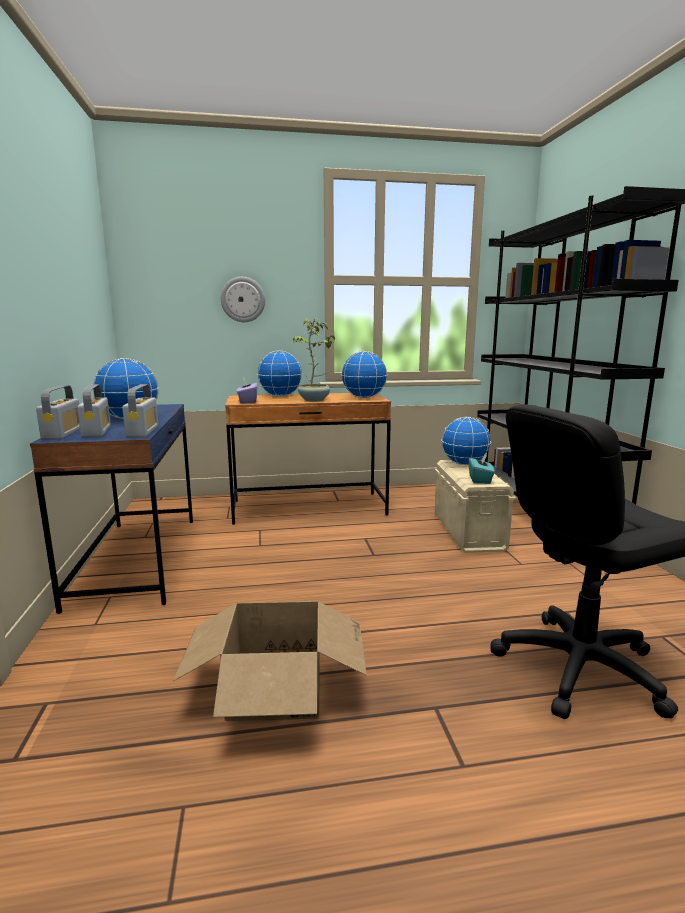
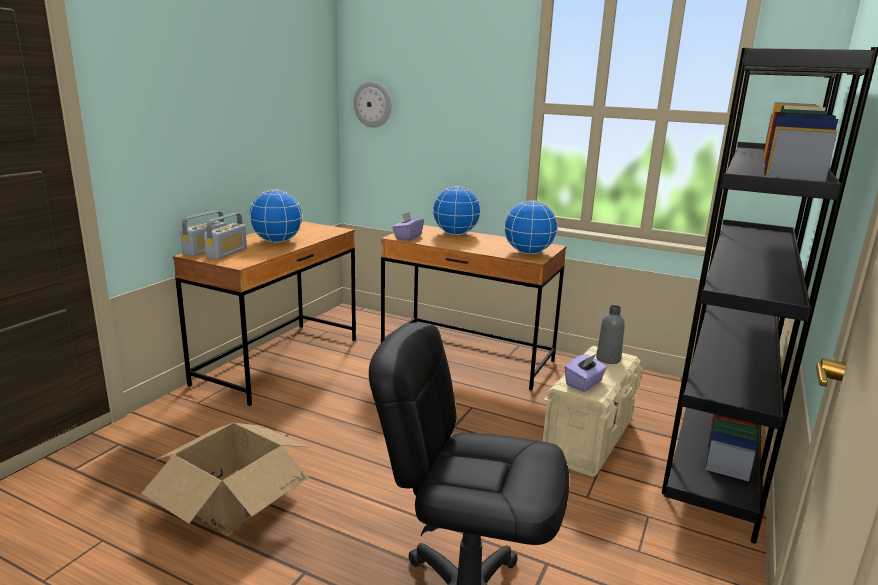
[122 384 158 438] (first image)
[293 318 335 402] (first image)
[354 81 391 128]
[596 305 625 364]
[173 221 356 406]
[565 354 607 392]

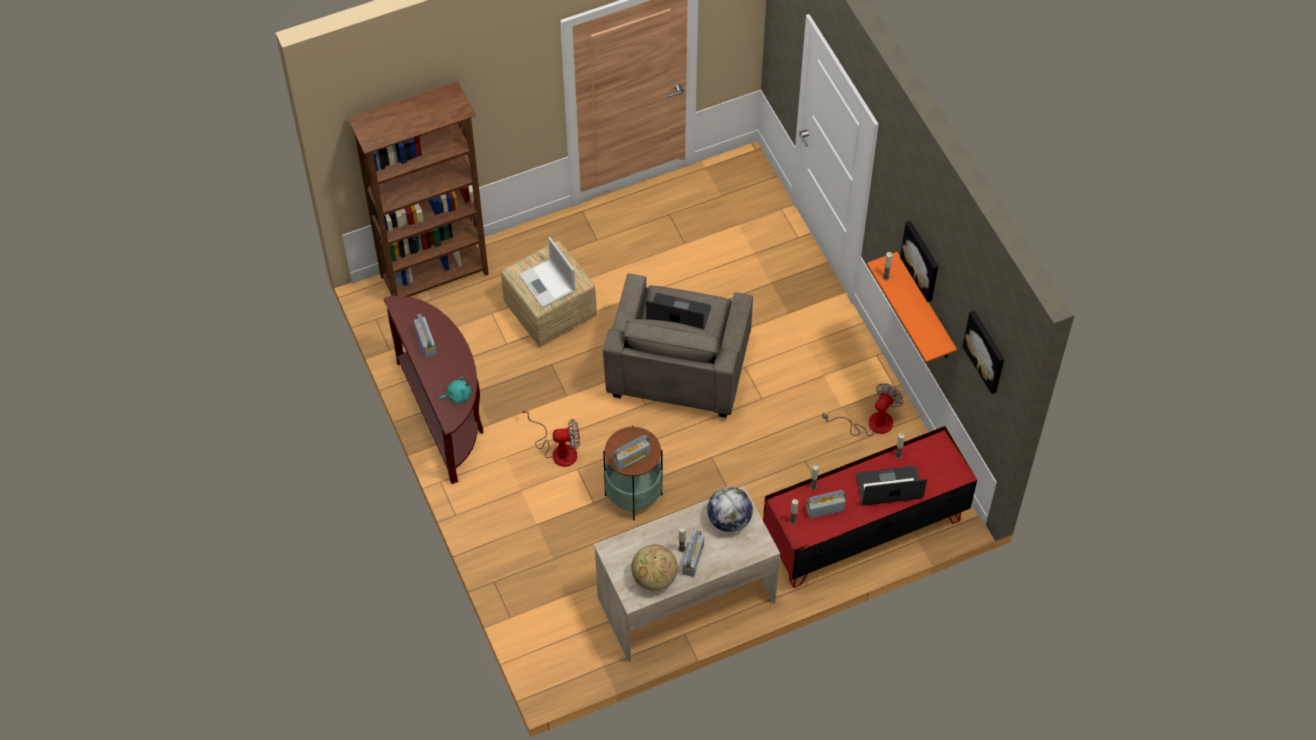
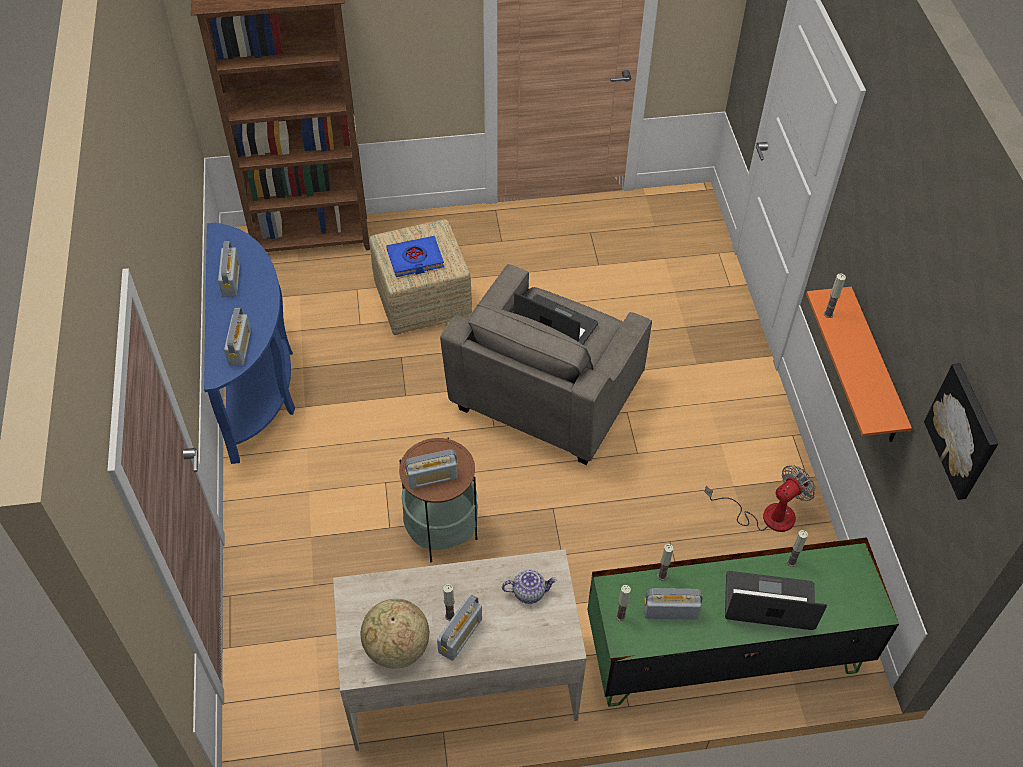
[522 406 580 467] (first image)
[900 221 938 302] (first image)
[224 308 251 366]
[386 236 444 277]
[502 570 557 604]
[204 223 295 464]
[587 537 899 707]

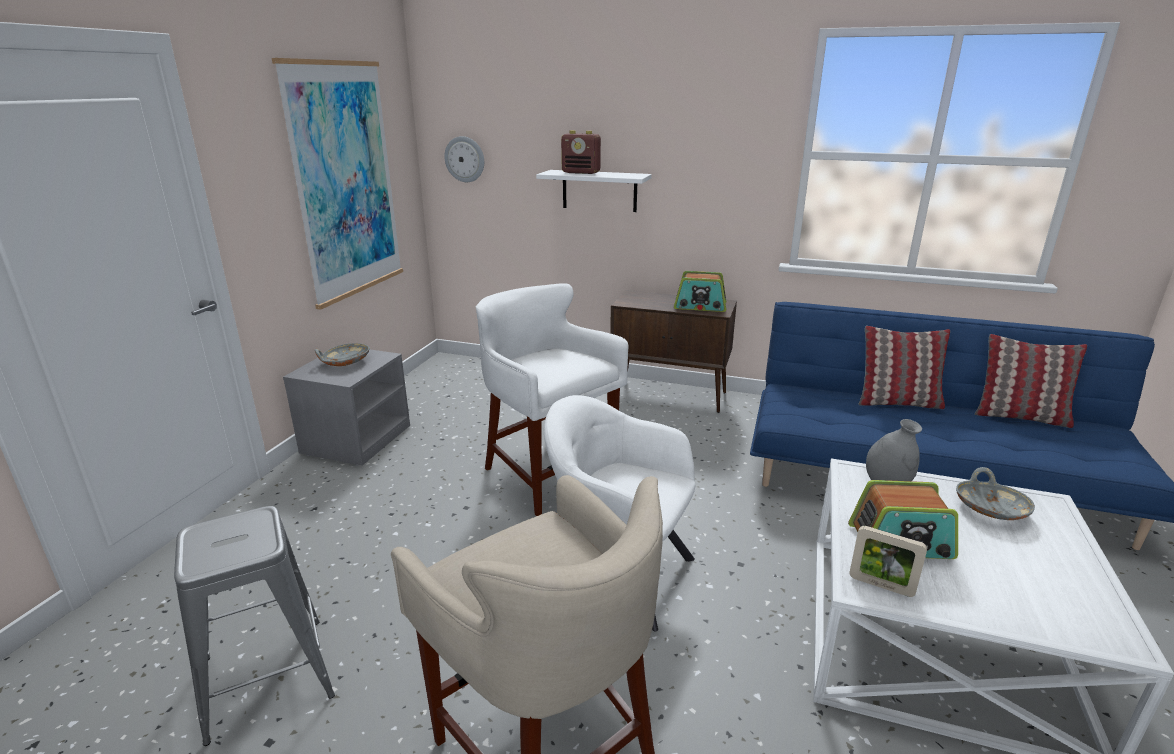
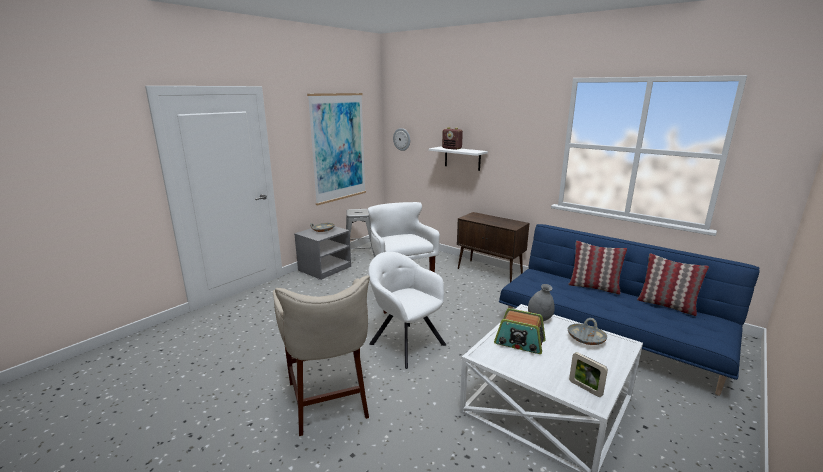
[674 271 726 312] (first image)
[346 209 376 257]
[569 352 608 397]

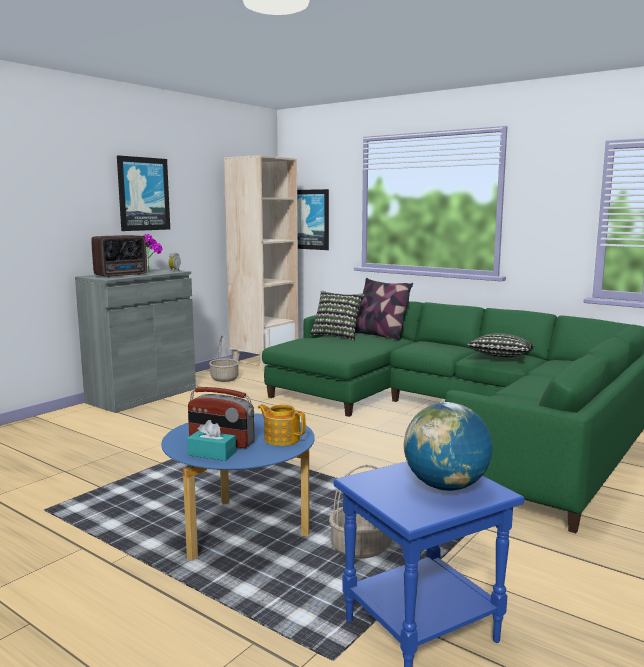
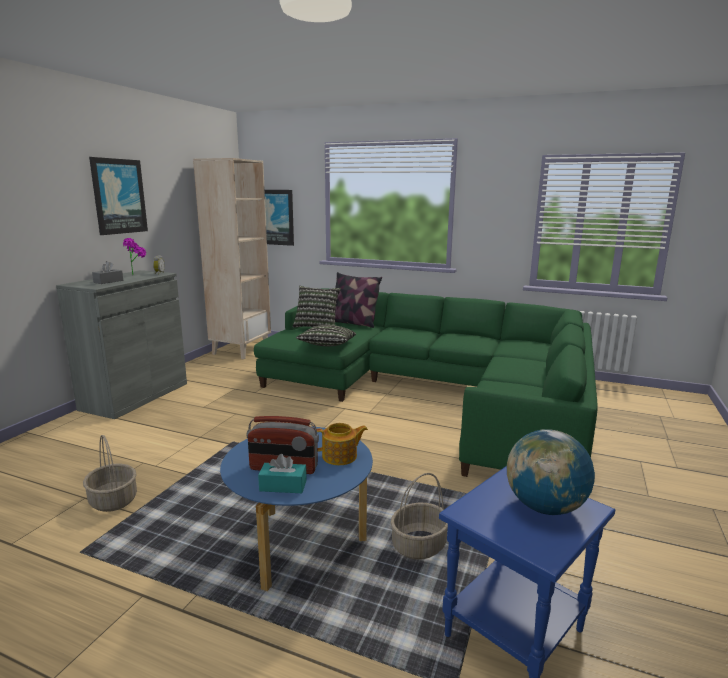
[83 435 137 512]
[296 325 356 346]
[92 261 123 284]
[317 423 368 465]

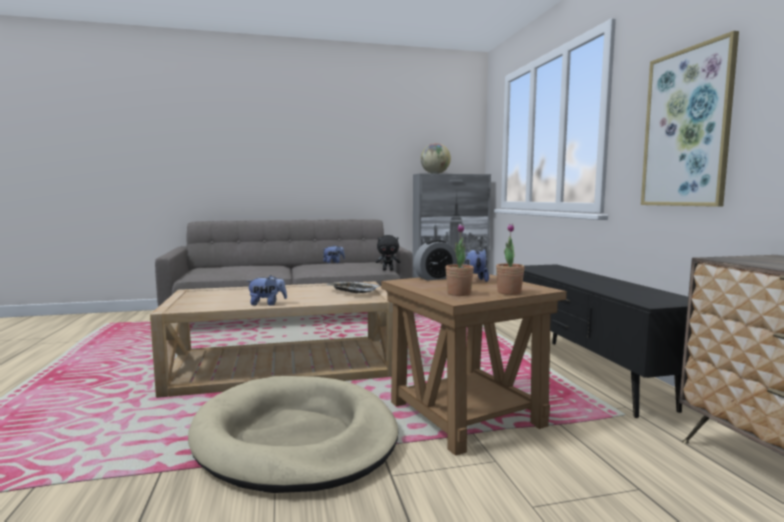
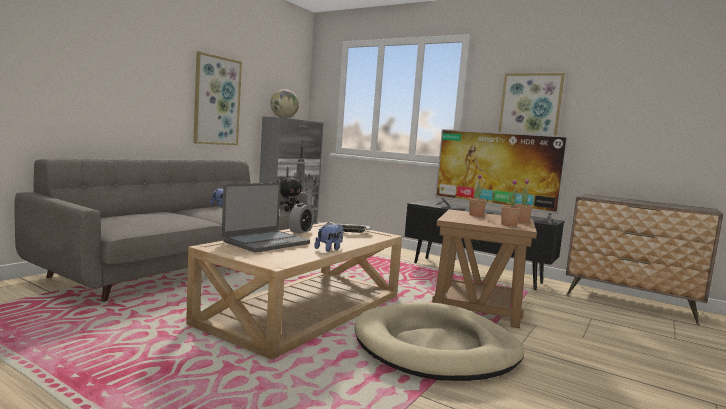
[193 51 242 145]
[222 183 310 252]
[432 129 568 224]
[289 203 314 233]
[469 174 486 217]

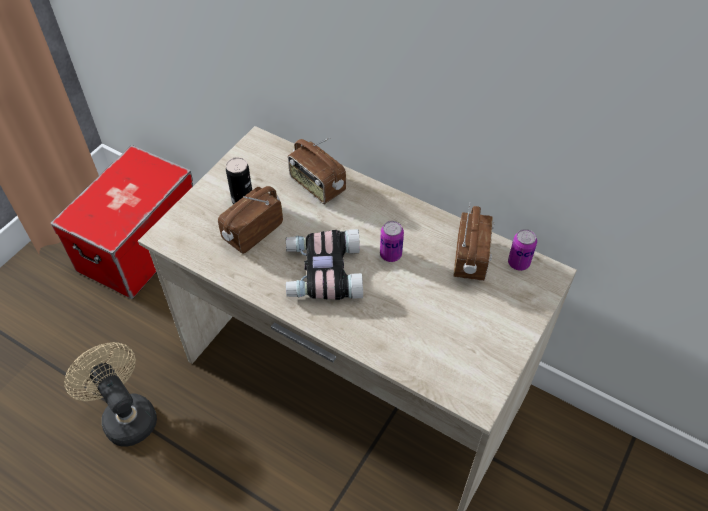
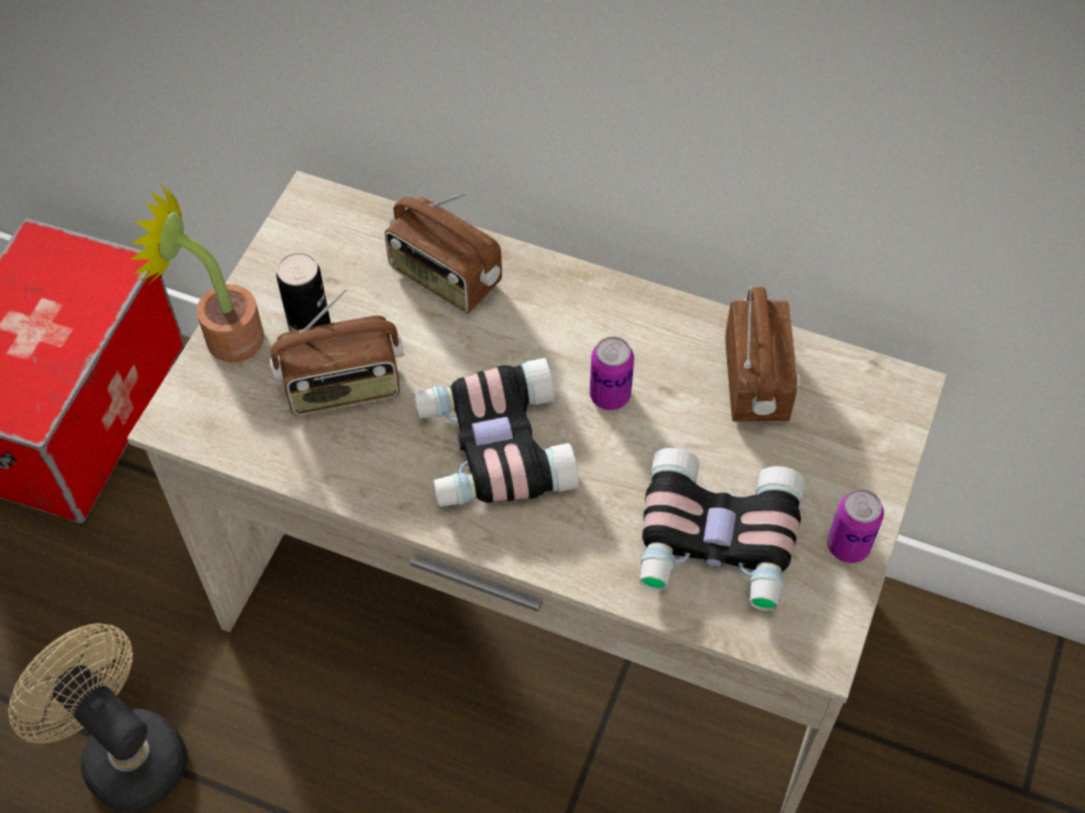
[129 183 264 362]
[640 448 805 611]
[827 489 884 563]
[270 289 404 416]

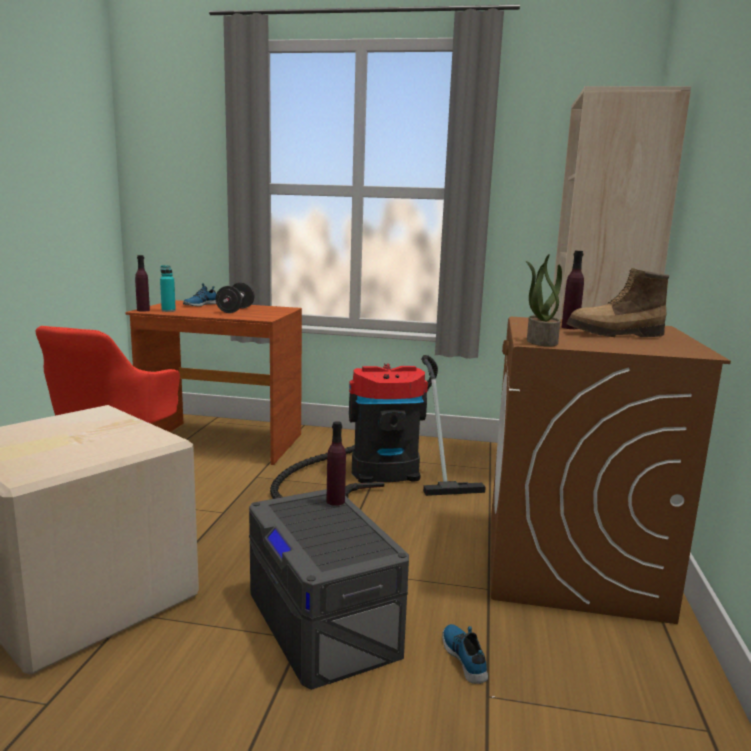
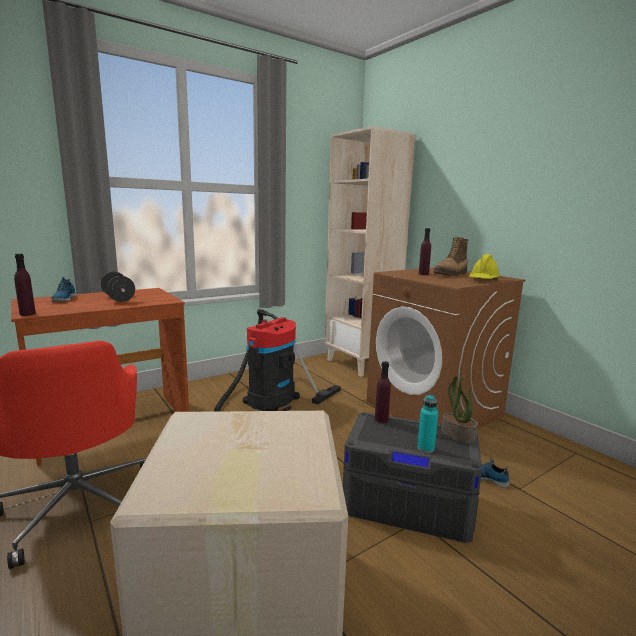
[469 254 500 280]
[417 394 438 453]
[441 375 477 444]

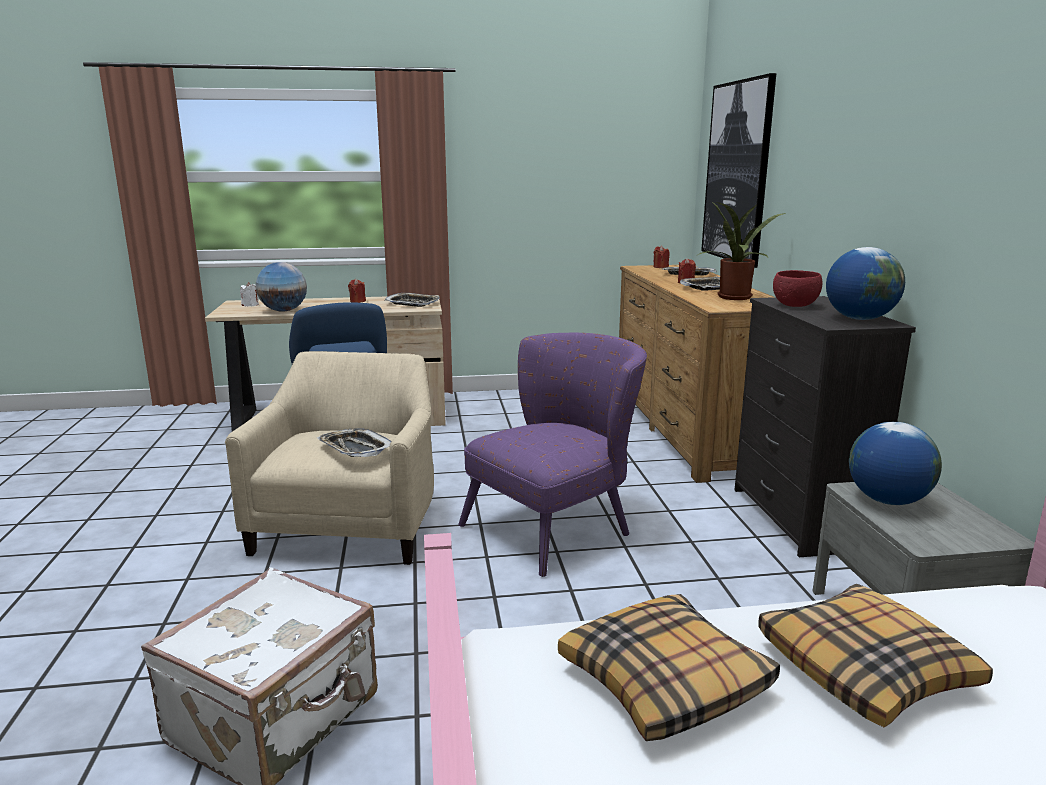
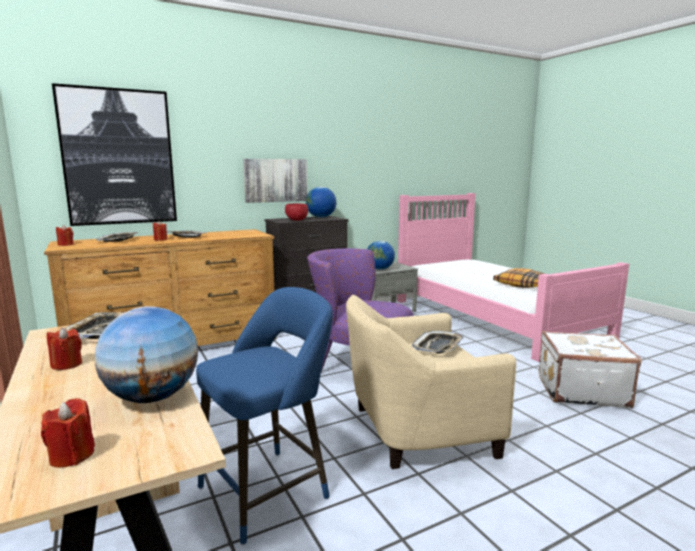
[698 201 786 300] (first image)
[758 584 993 727] (first image)
[243 159 307 203]
[41 398 95 468]

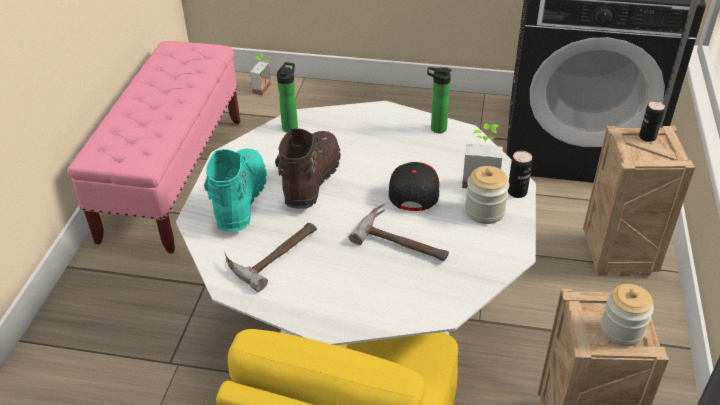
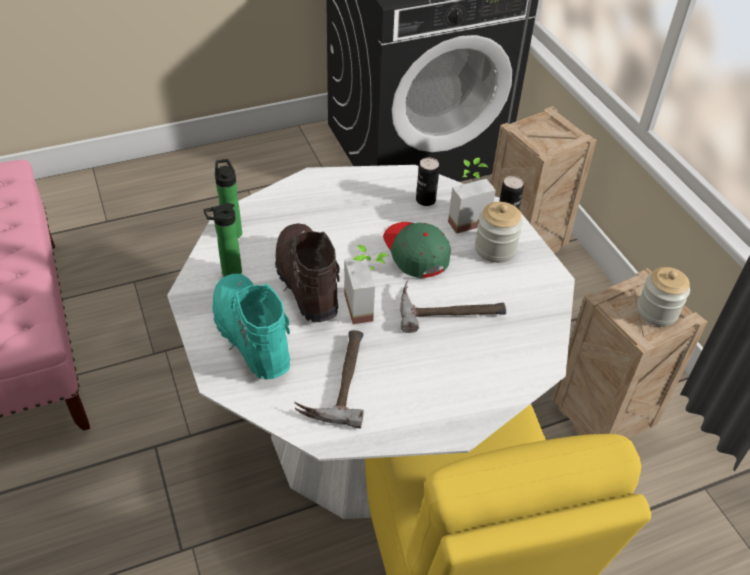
[344 245 388 324]
[204 203 242 277]
[416 157 440 206]
[383 222 451 278]

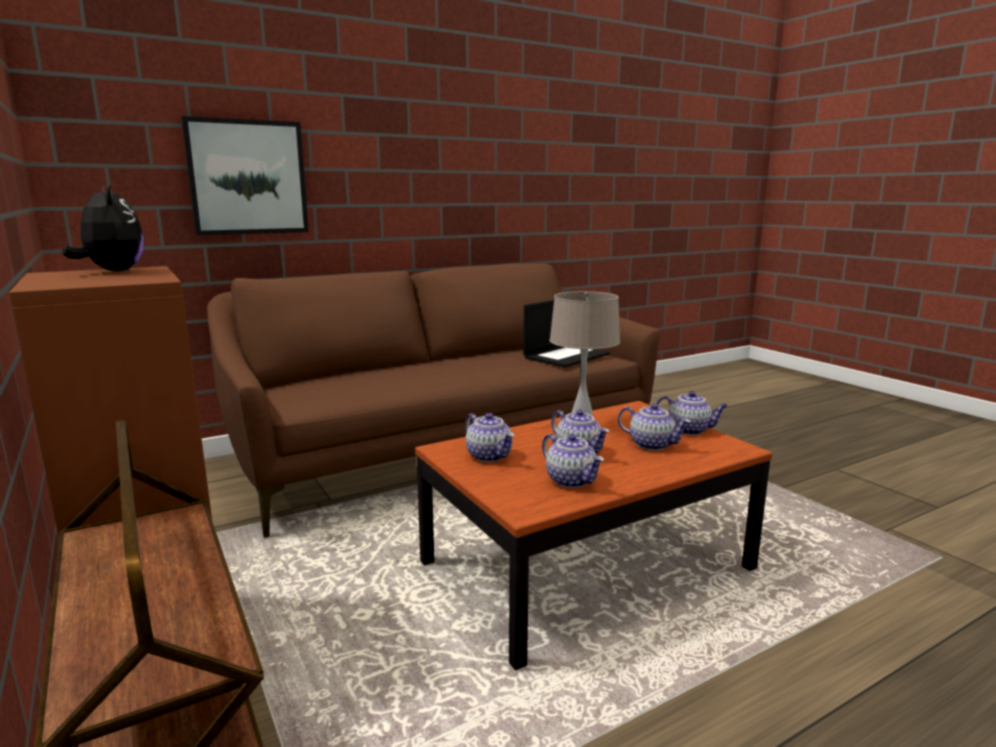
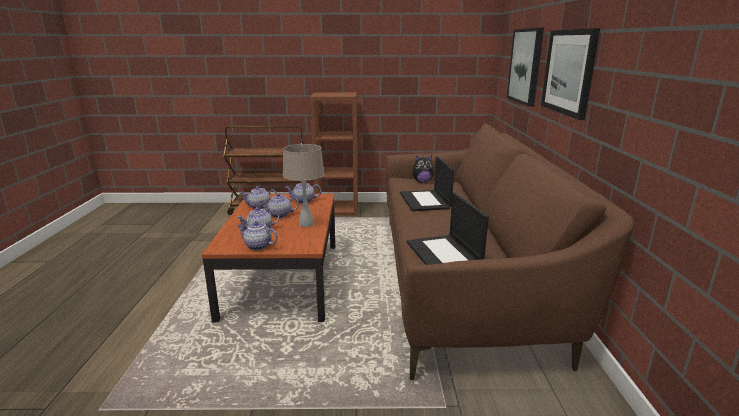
[400 156 454 211]
[541 28 600 120]
[412 156 434 183]
[238 221 278 250]

